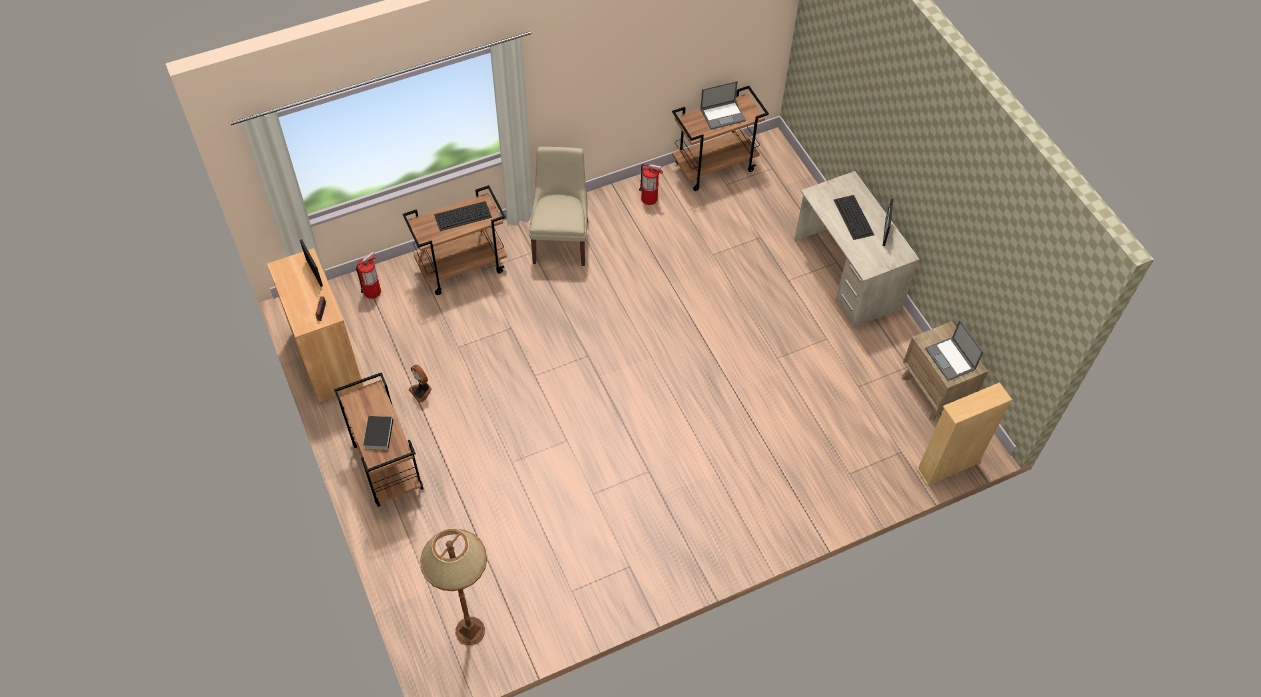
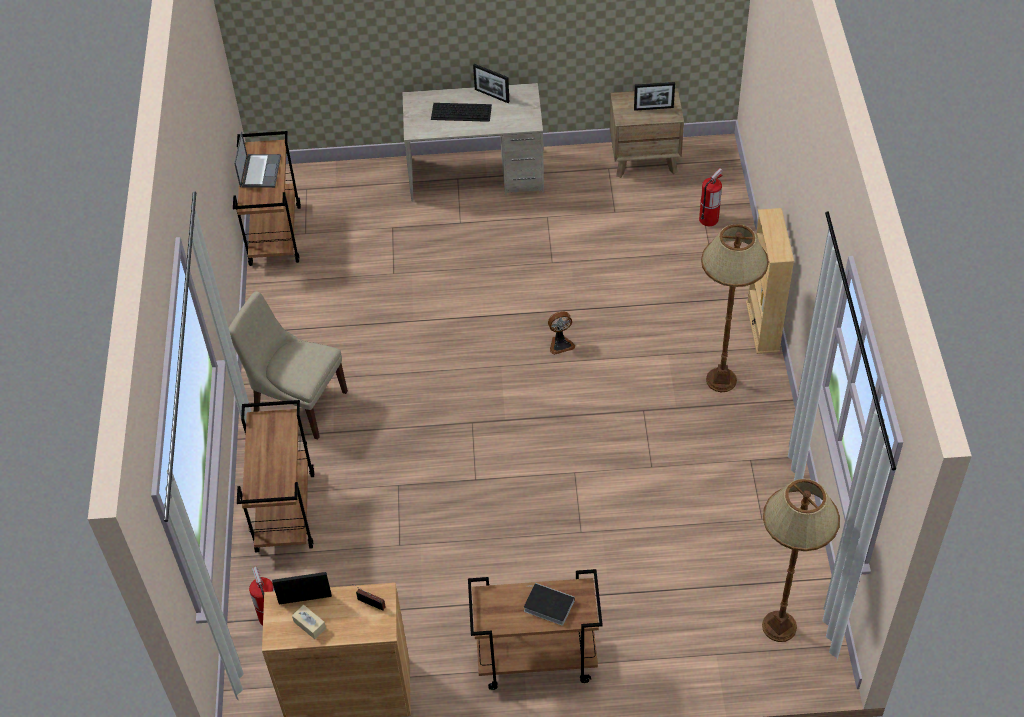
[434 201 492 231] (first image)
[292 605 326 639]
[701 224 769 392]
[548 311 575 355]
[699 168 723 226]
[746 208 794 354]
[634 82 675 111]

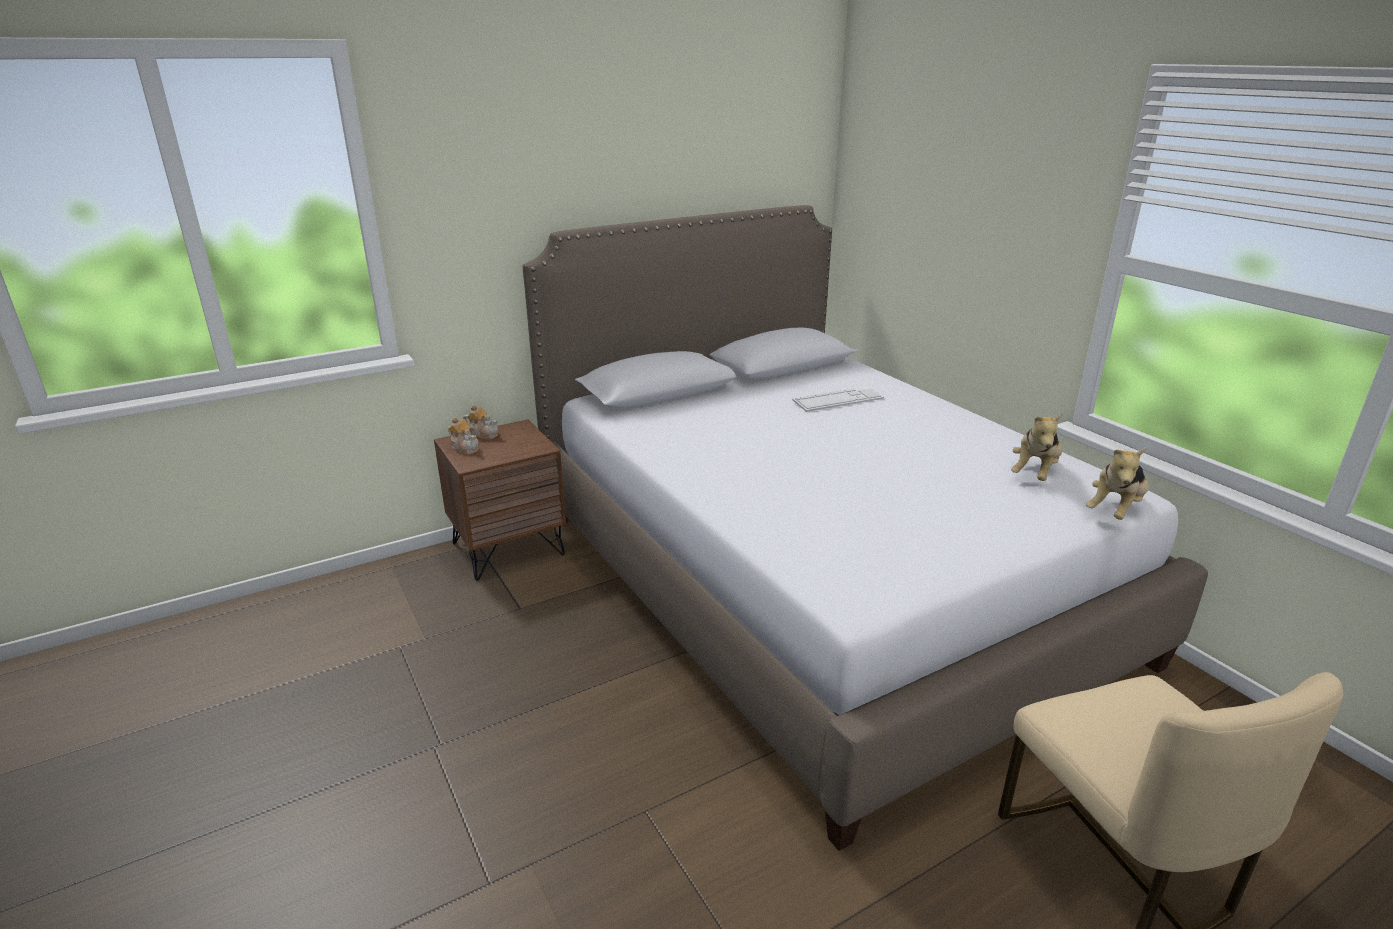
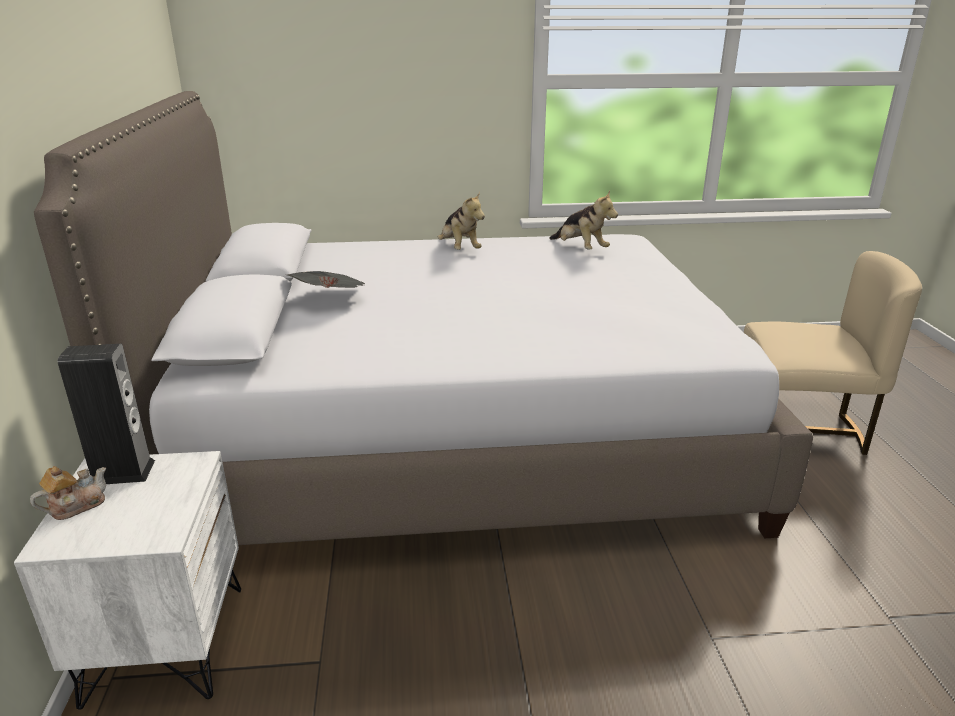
[448 417 479 454] (first image)
[792 386 884 412] (first image)
[58 344 155 484]
[287 271 365 288]
[438 192 485 250]
[14 451 241 710]

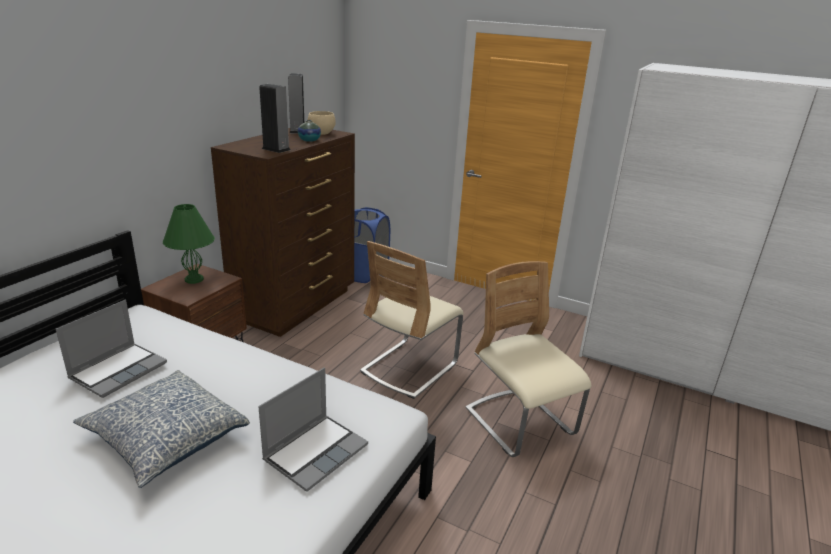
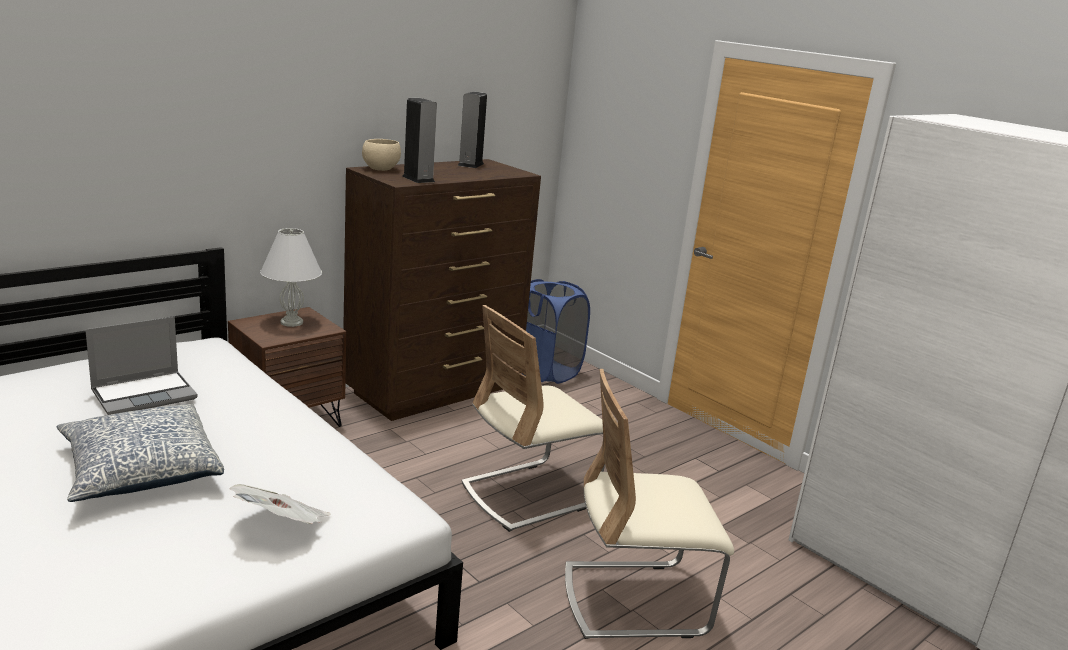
[298 120 321 142] (first image)
[362 139 401 171]
[229 484 331 524]
[260 228 322 327]
[565 369 734 639]

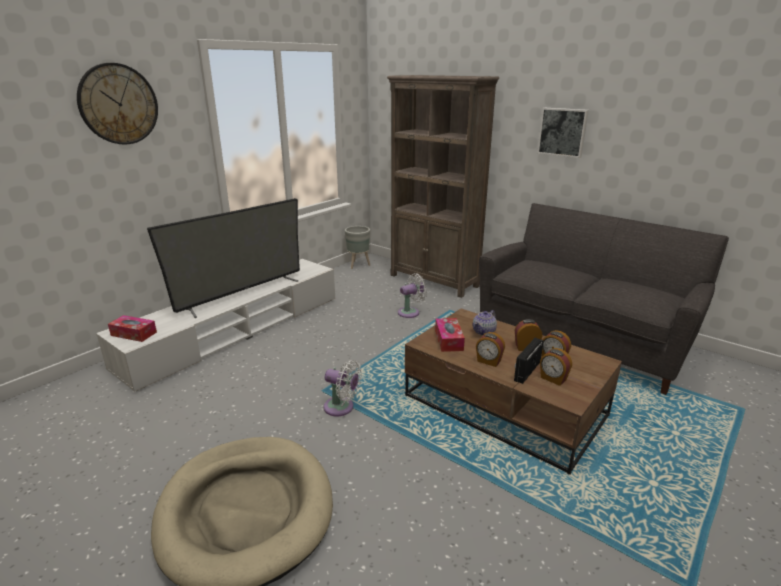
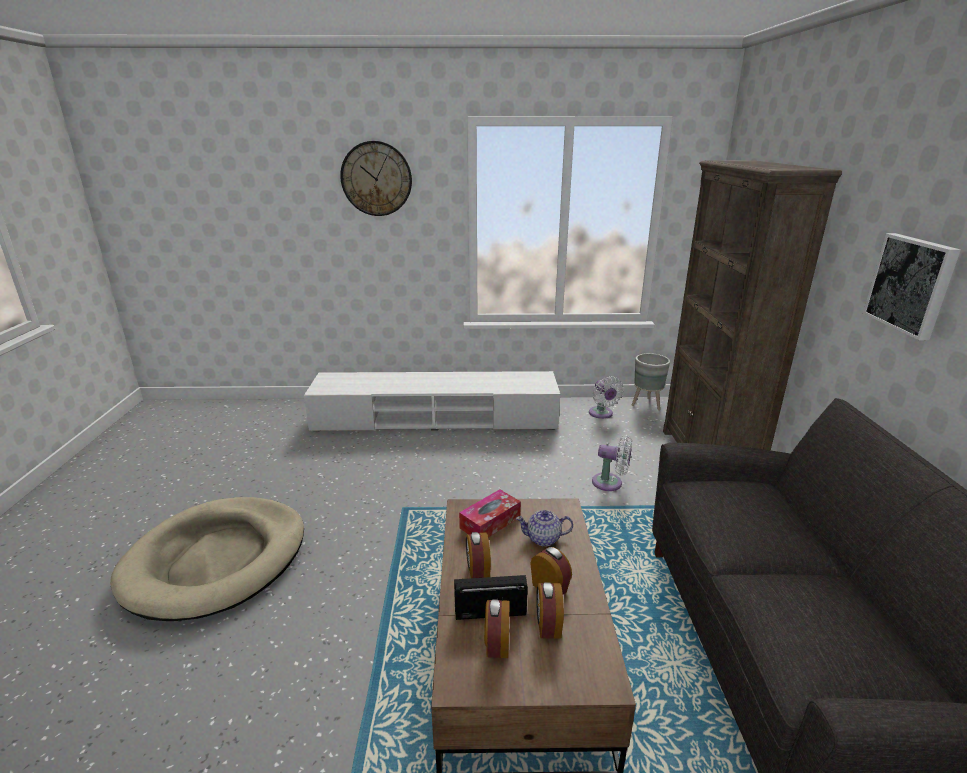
[108 315 157 342] (first image)
[147 198 300 318] (first image)
[589 376 624 419]

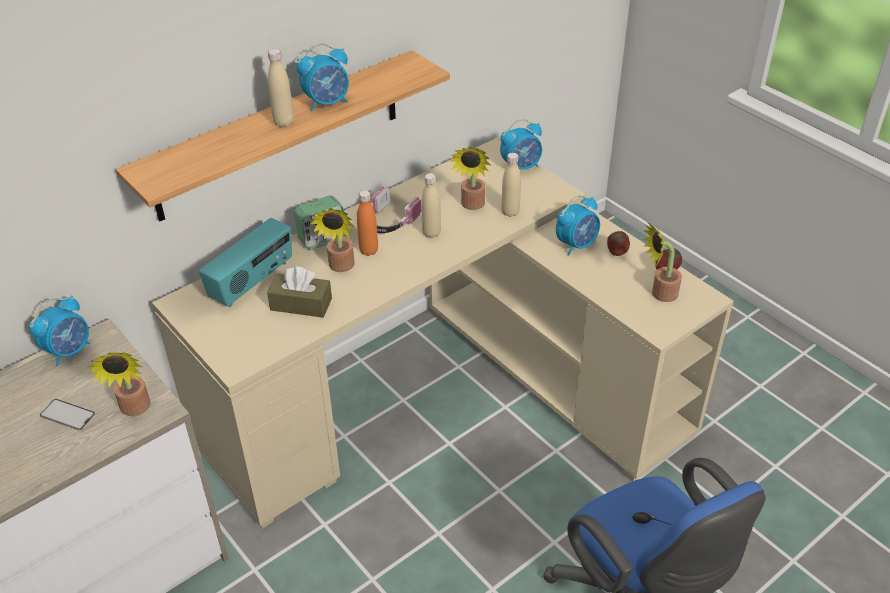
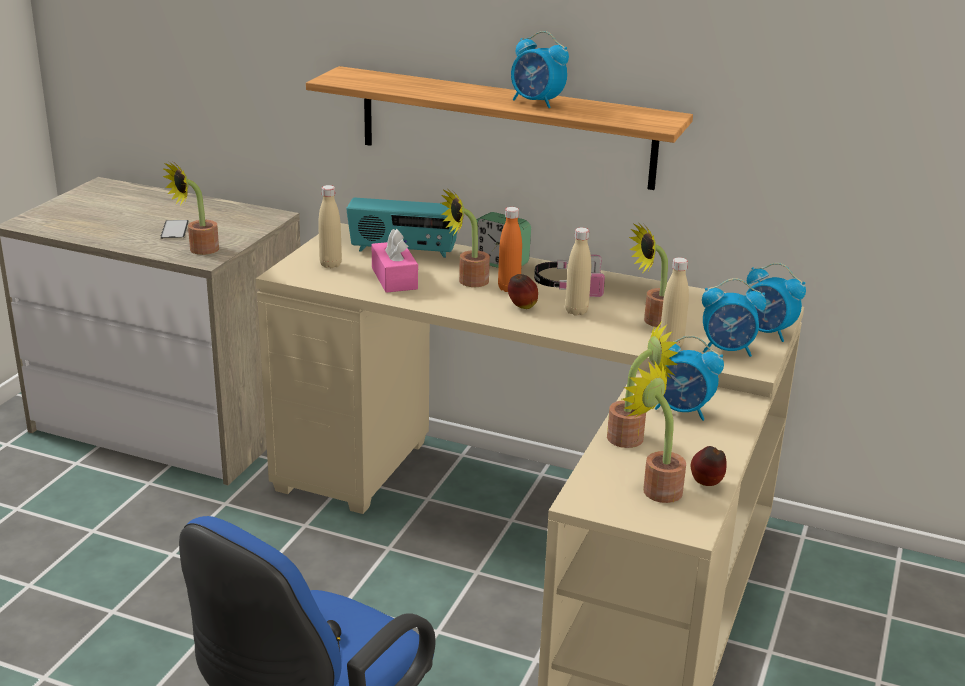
[607 320 678 448]
[702 278 766 357]
[318 185 342 268]
[508 274 538 309]
[372 229 418 293]

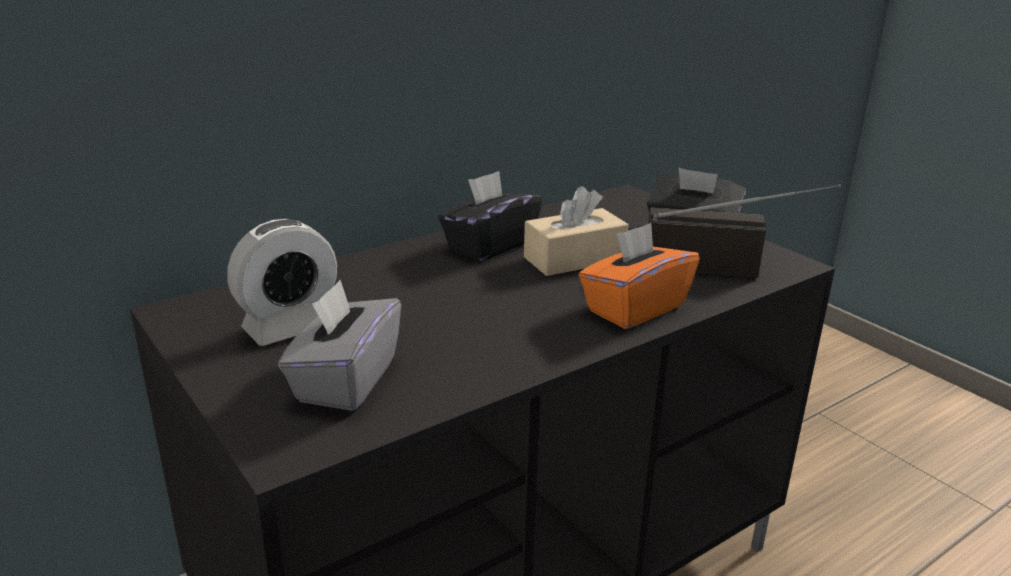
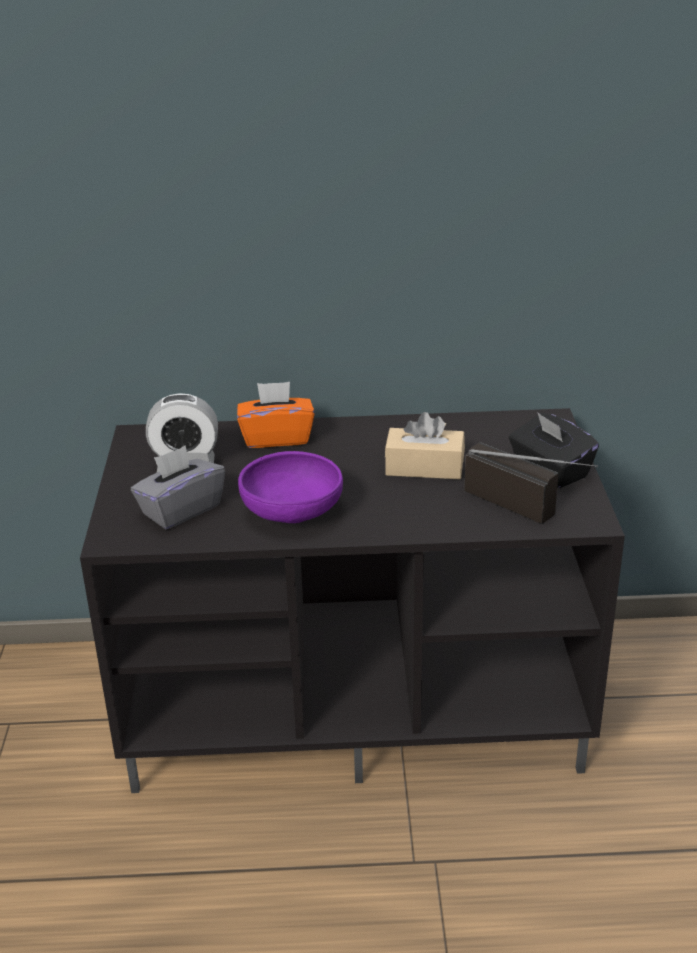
[438 171 542 261] (first image)
[238 451 343 523]
[237 382 315 448]

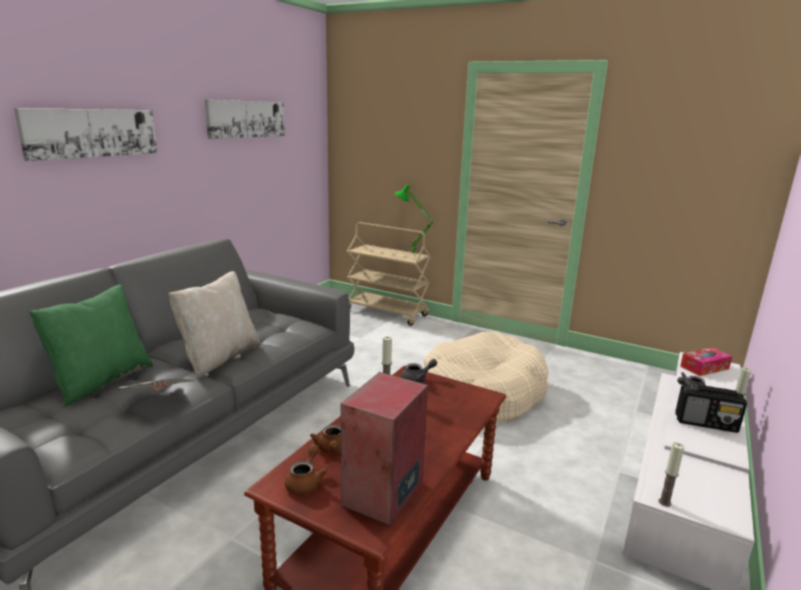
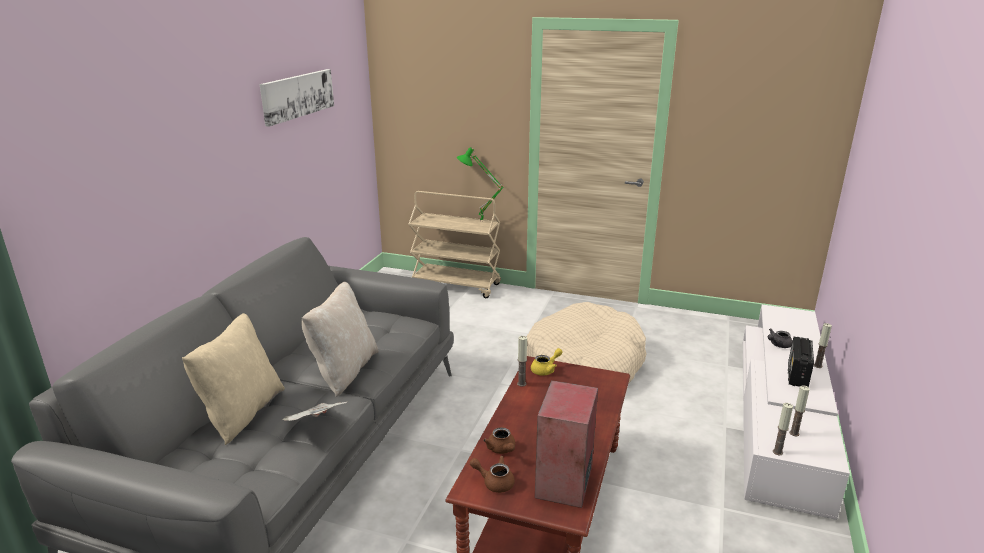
[14 108 157 161] (first image)
[680 347 732 376] (first image)
[789 385 810 436]
[182 313 285 445]
[531 348 563 376]
[470 456 515 493]
[788 337 814 387]

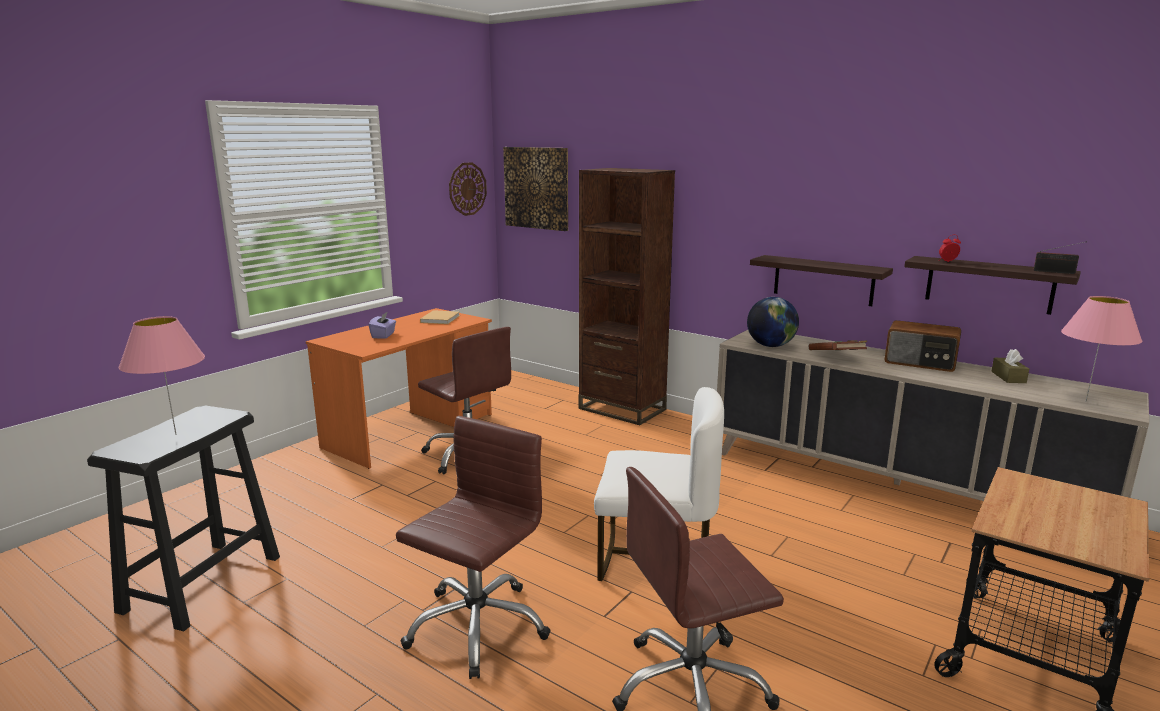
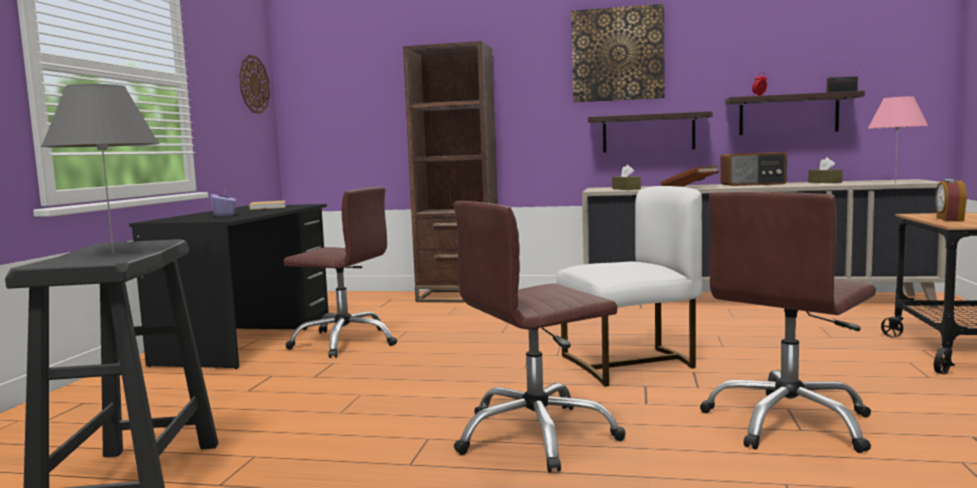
[935 179 967 221]
[571 4 665 103]
[612 165 641 190]
[41 84 159 254]
[129 204 329 369]
[454 201 625 472]

